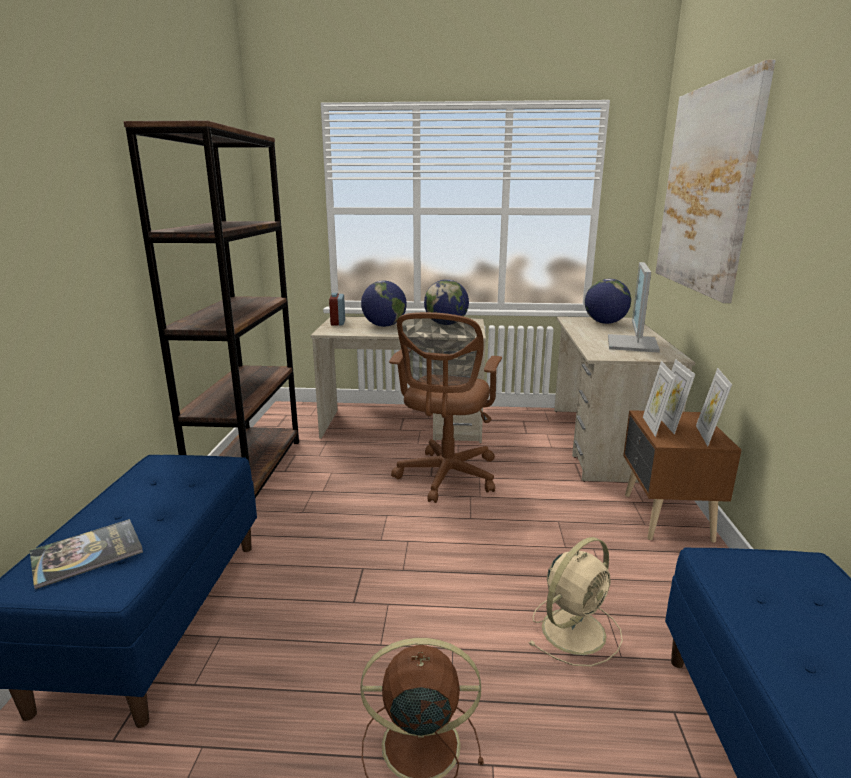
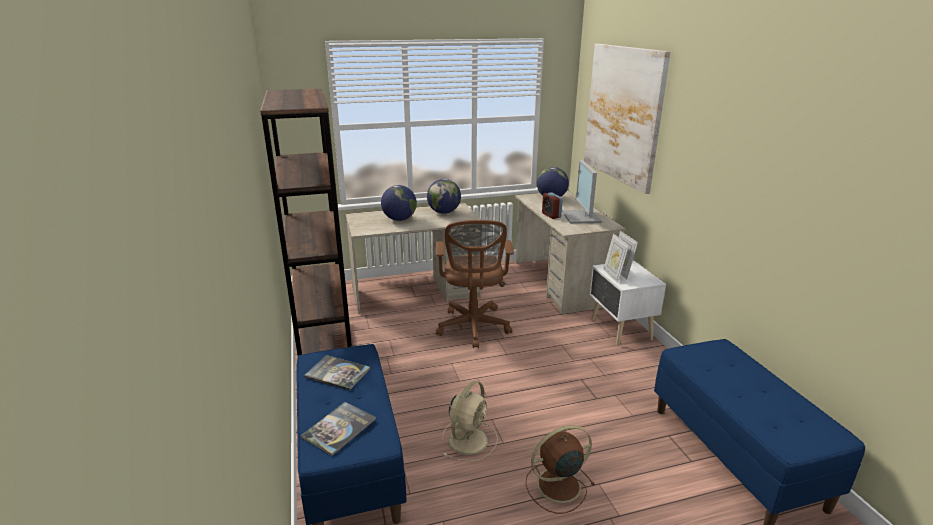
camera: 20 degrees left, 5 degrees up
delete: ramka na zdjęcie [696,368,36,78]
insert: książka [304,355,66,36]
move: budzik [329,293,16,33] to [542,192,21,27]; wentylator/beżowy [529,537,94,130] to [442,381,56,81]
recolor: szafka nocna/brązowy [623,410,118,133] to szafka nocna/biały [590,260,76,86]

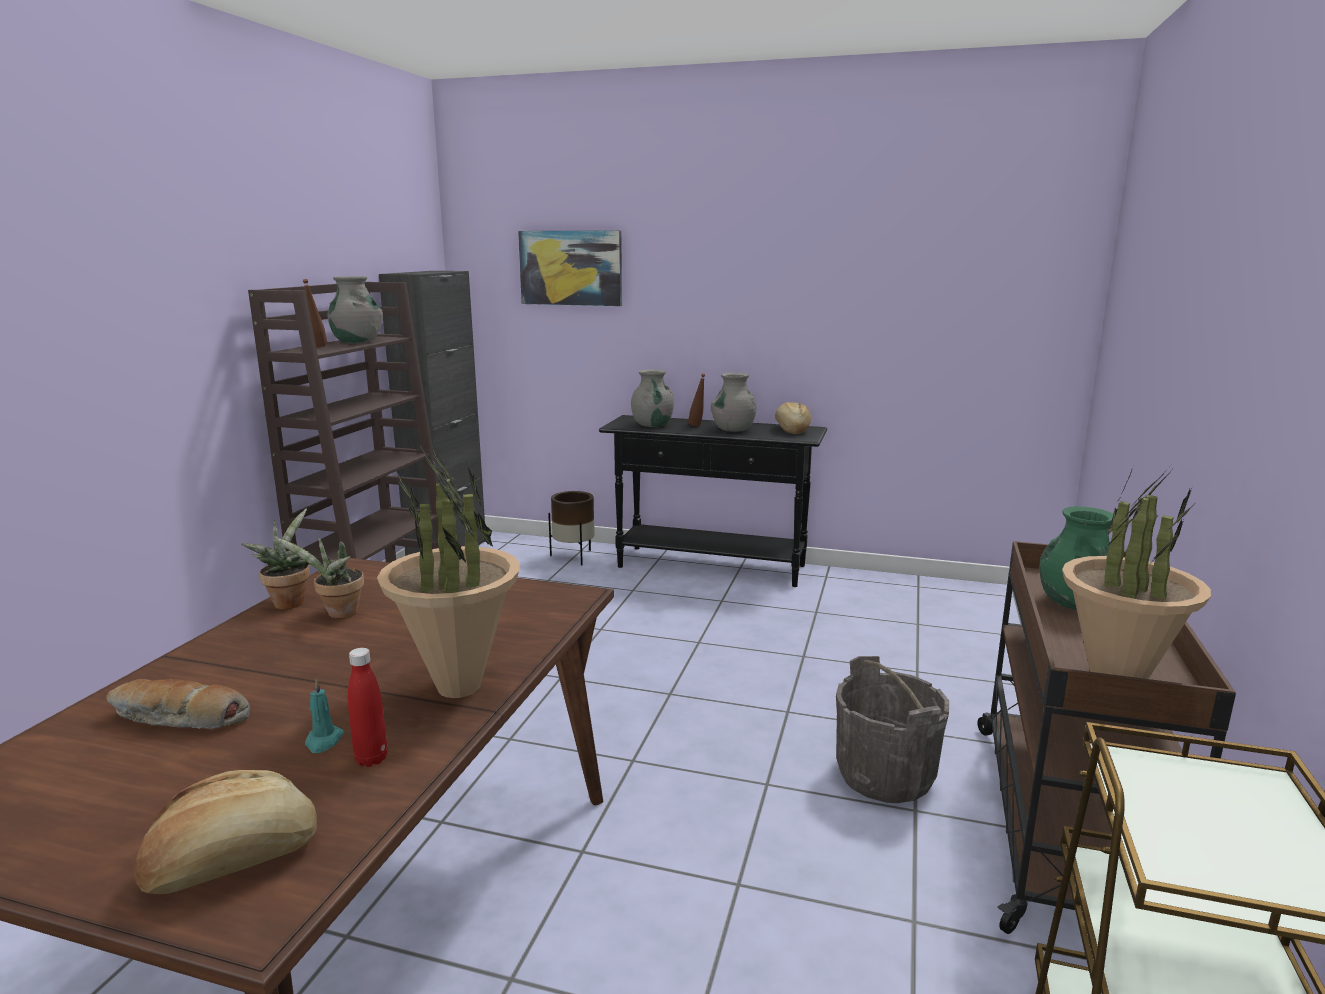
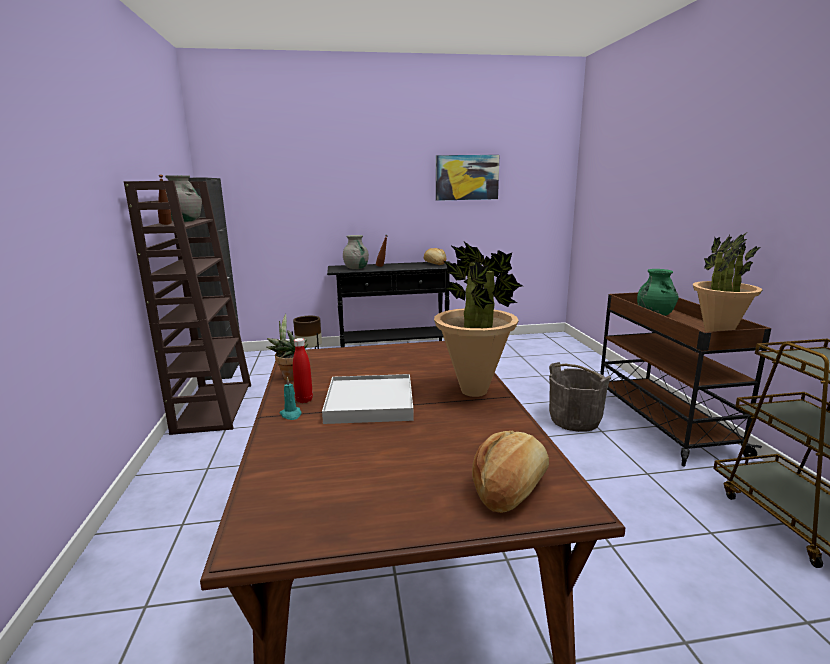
camera: 25 degrees left, 0 degrees up
delete: chleb [106,679,144,50]; roślina doniczkowa [274,537,90,81]; wazon/szary [711,373,45,59]
insert: taca/biały [322,374,92,50]
move: świeca/turkusowy [305,679,39,74] to [279,377,22,43]; butelka/czerwony [348,648,40,119] to [293,338,20,65]; obraz [518,230,104,76] to [436,155,63,46]

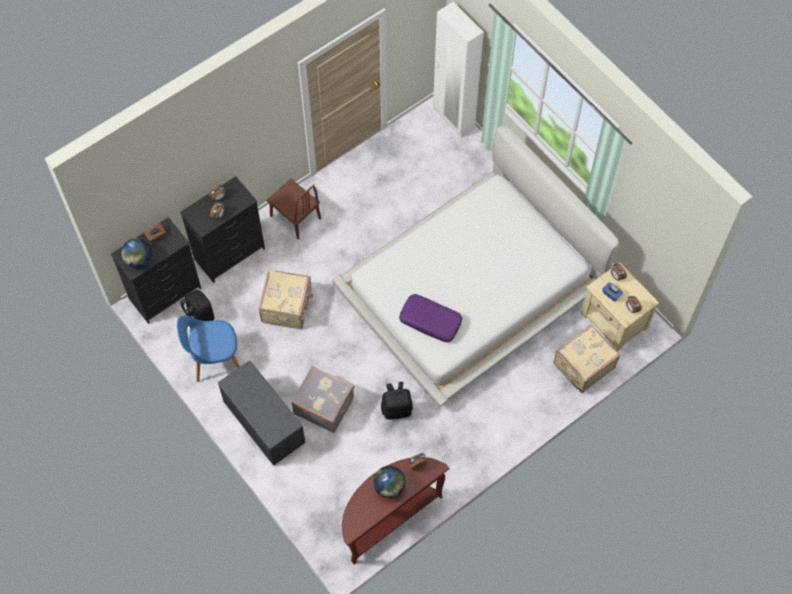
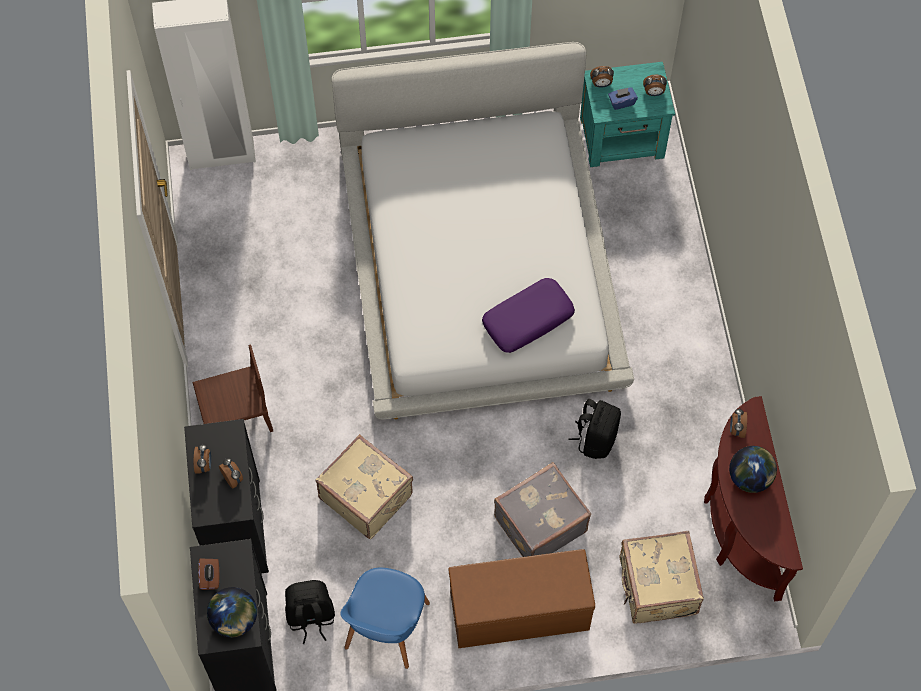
camera: 60 degrees left, 0 degrees up
move: walizka/beżowy [554,324,66,69] to [619,531,85,93]
recolor: ławka/szary [218,361,87,105] to ławka/brązowy [448,549,147,99]; szafka nocna/beżowy [581,262,78,89] to szafka nocna/turkusowy [580,62,95,105]

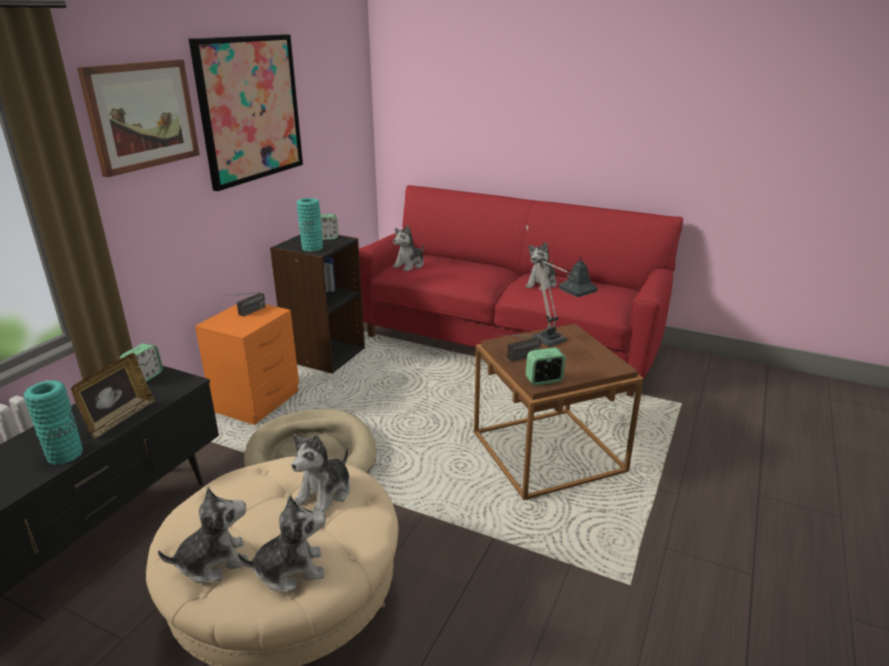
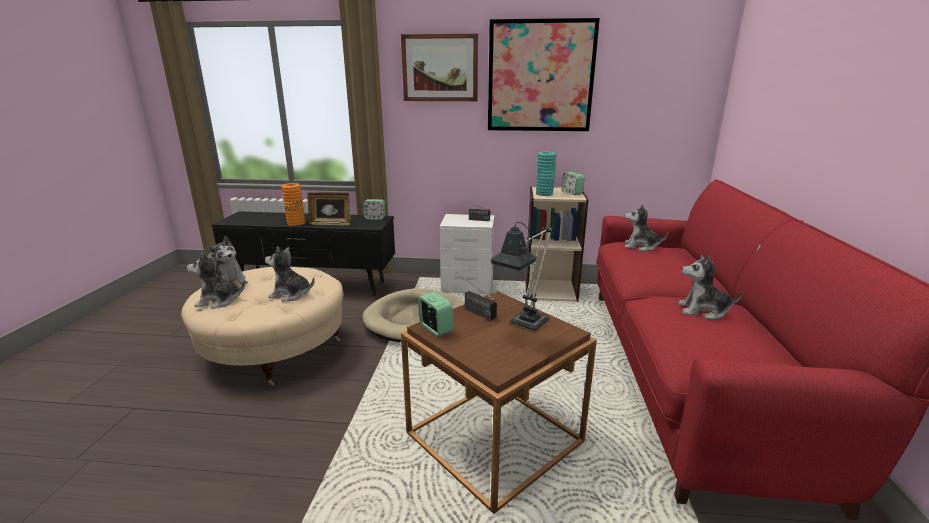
camera: 70 degrees right, 5 degrees down
recolor: wazon/turkusowy [24,381,59,84] to wazon/pomarańczowy [281,183,24,43]; szafka nocna/pomarańczowy [195,304,104,121] to szafka nocna/biały [440,214,55,80]; regał/czarny [270,235,95,138] to regał/beżowy [525,187,64,115]
rotate: pluszak [237,495,89,96] = [187,252,58,57] 120 degrees clockwise

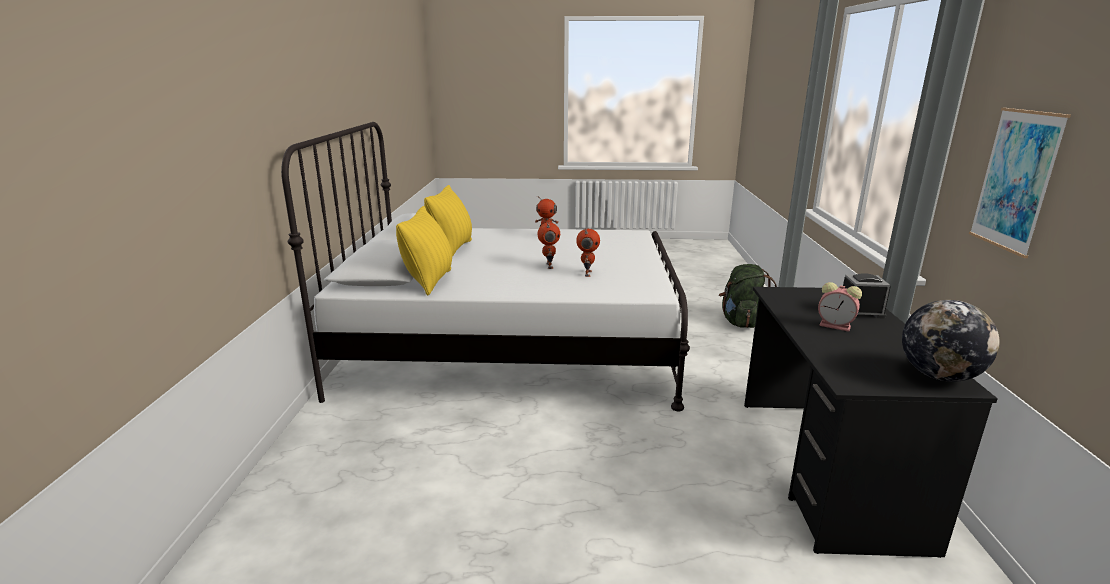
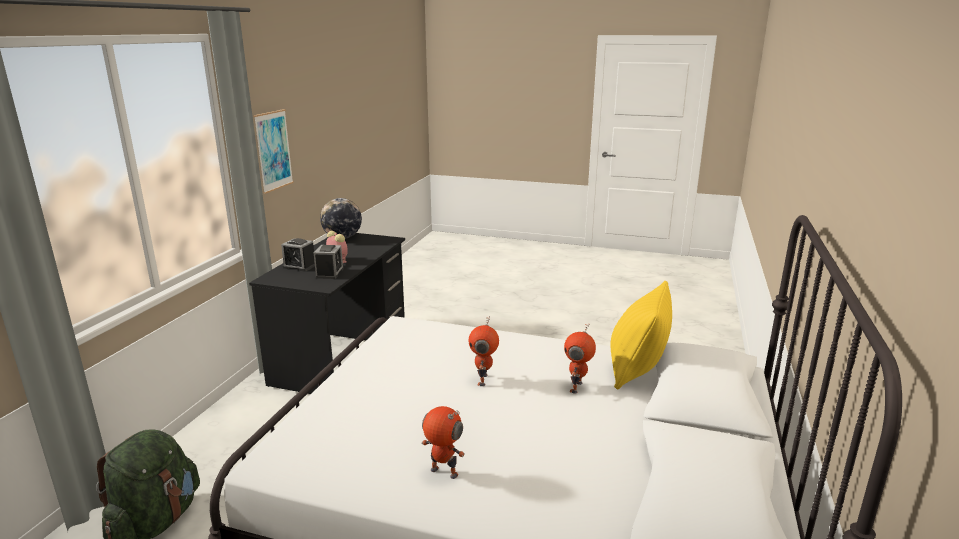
camera: 165 degrees left, 0 degrees up
delete: poduszka/żółty [424,185,48,71]
insert: budzik [314,245,30,34]
move: robot zabawkowy [576,229,24,48] to [564,324,32,70]

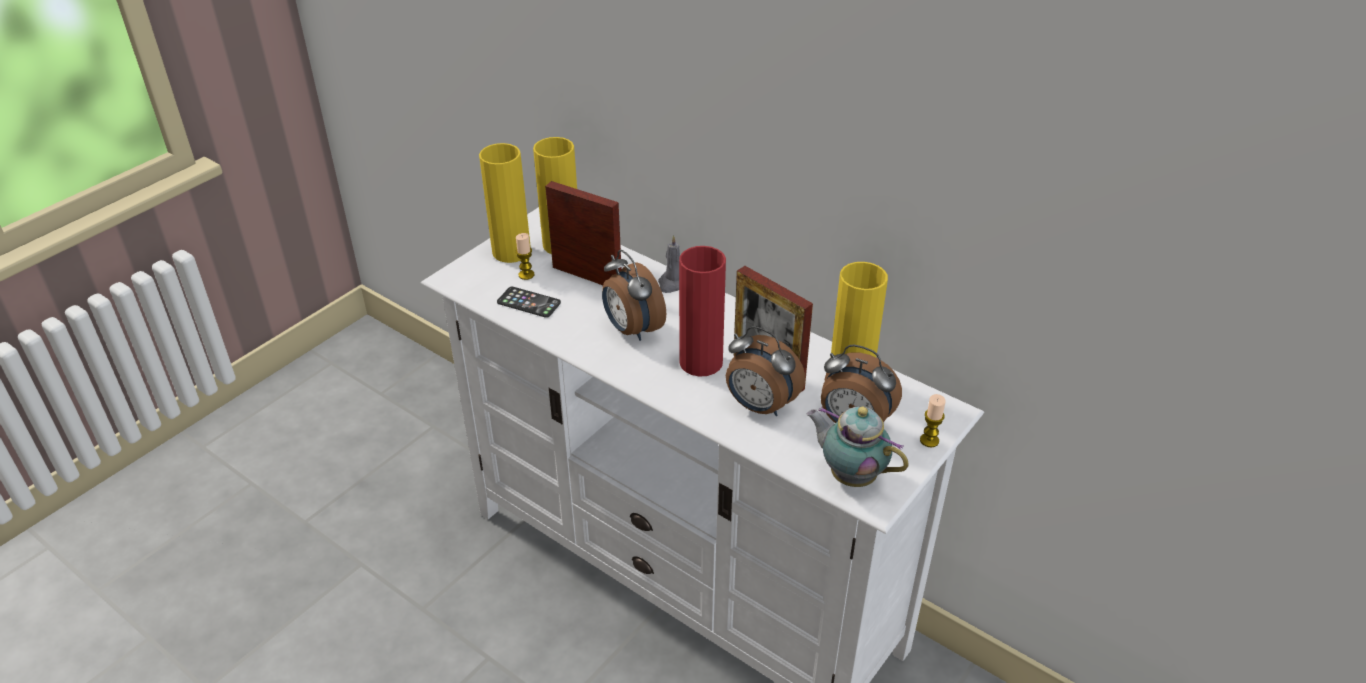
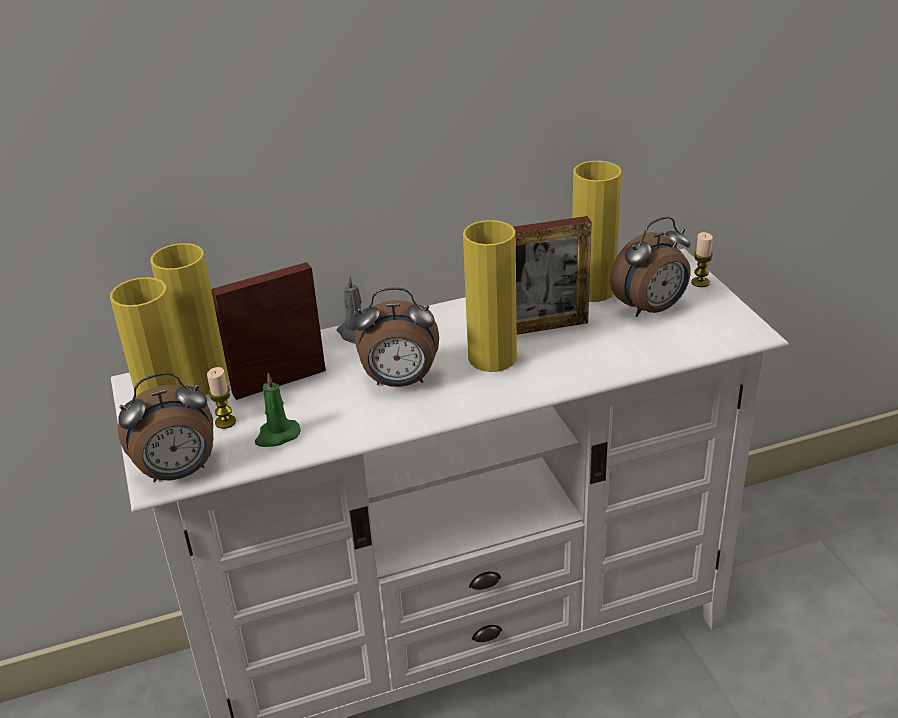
camera: 55 degrees left, 5 degrees down
delete: imbryk [806,407,103,80]
move: budzik [726,326,79,90] to [118,372,95,110]
replace: telefon [497,287,64,31] to świeca/zielony [255,373,46,74]
recolor: wazon/czerwony [679,246,47,131] to wazon/żółty [463,220,54,152]

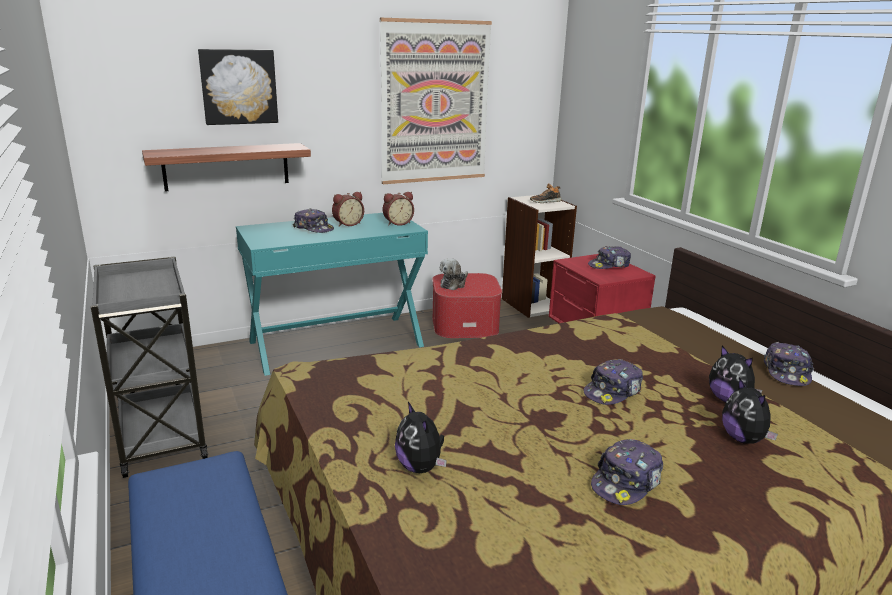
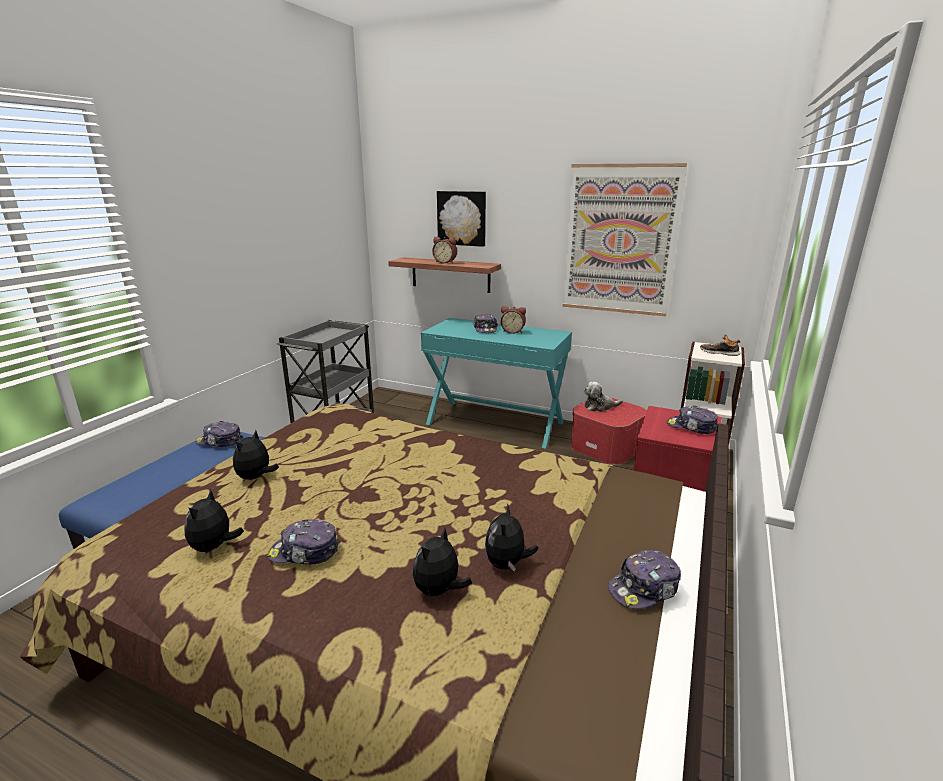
camera: 50 degrees right, 0 degrees up
insert: pluszak [184,489,60,63]
move: budzik [383,192,31,34] to [432,237,25,27]; czapka z daszkiem [584,359,59,46] to [195,421,48,26]

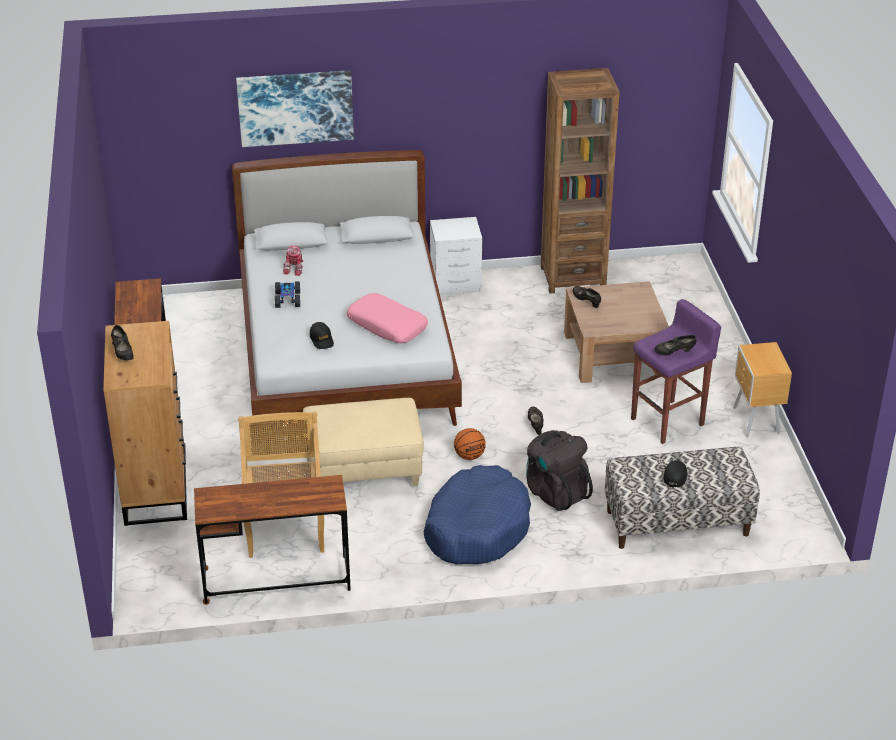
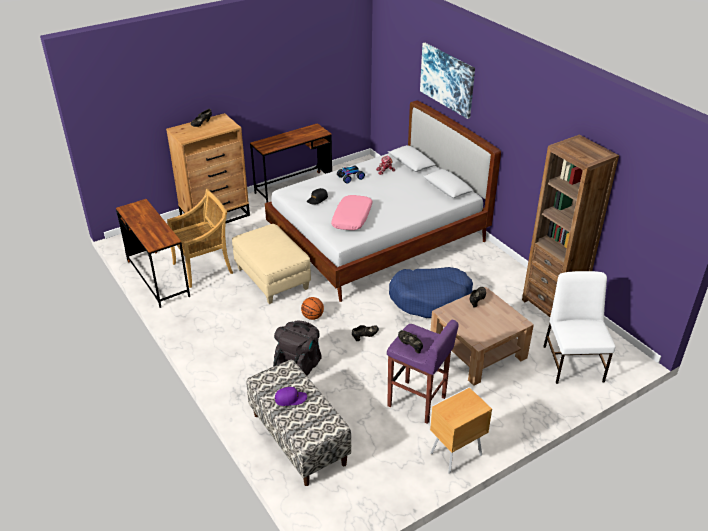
camera: 65 degrees right, 0 degrees up
delete: szafka nocna/biały [430,217,52,78]
insert: krzesło/biały [543,271,73,113]
move: legowisko/niebieski [423,465,108,99] to [389,267,84,51]
recolor: czapka z daszkiem/czarny [664,460,23,27] to czapka z daszkiem/fioletowy [274,387,33,19]

